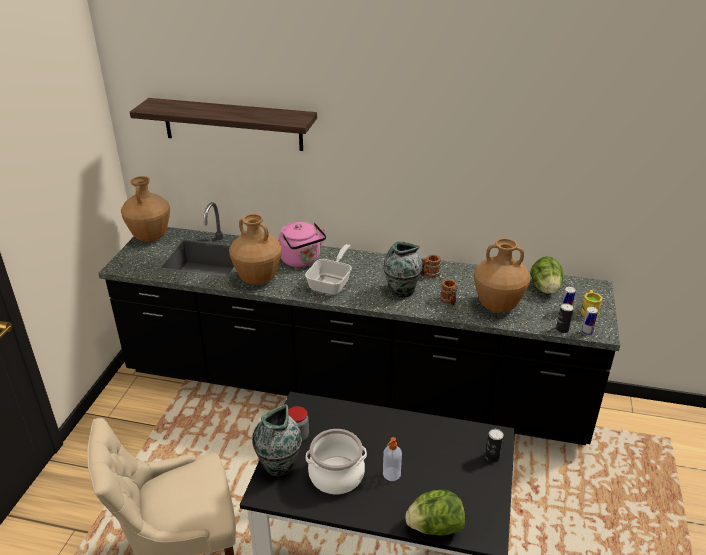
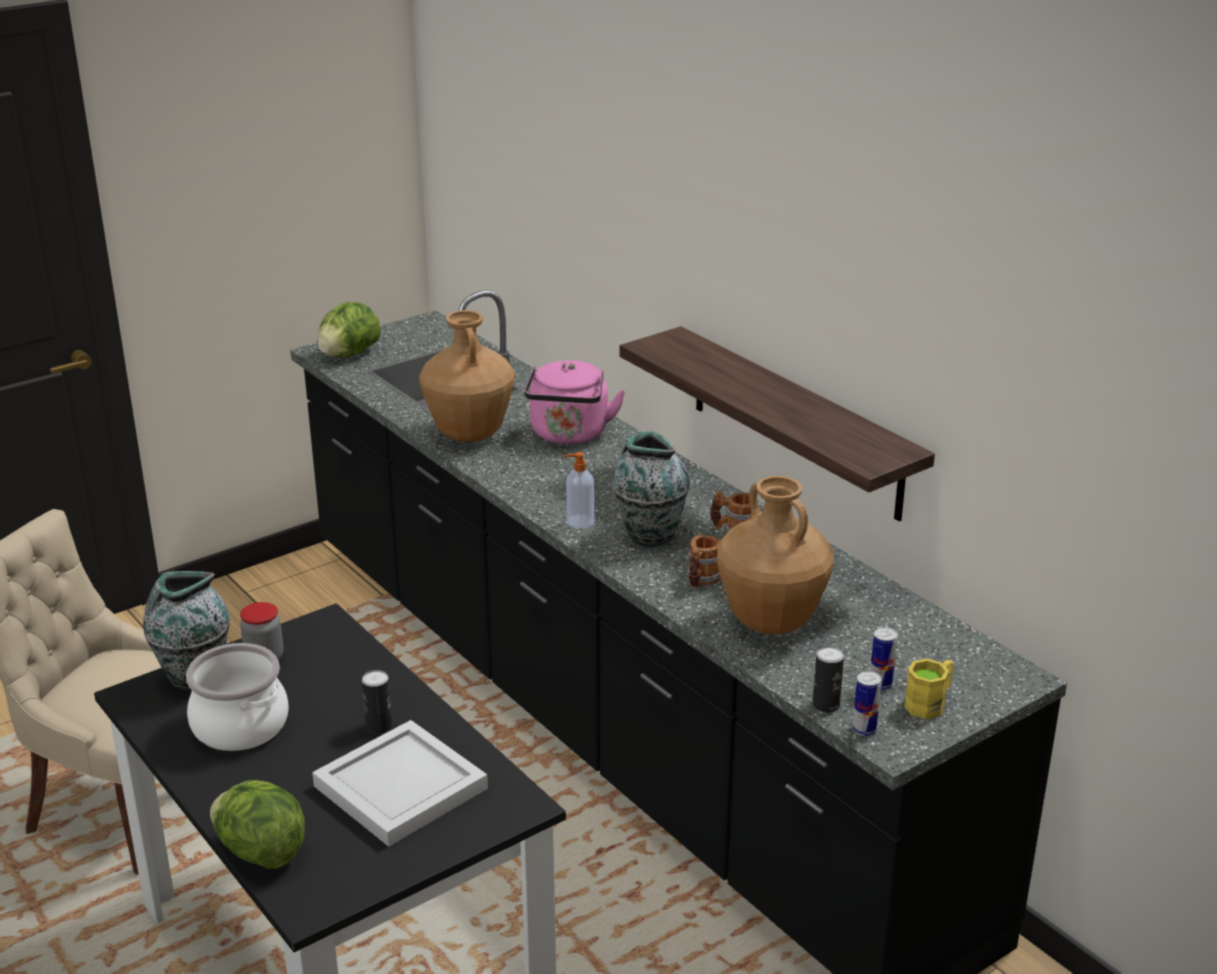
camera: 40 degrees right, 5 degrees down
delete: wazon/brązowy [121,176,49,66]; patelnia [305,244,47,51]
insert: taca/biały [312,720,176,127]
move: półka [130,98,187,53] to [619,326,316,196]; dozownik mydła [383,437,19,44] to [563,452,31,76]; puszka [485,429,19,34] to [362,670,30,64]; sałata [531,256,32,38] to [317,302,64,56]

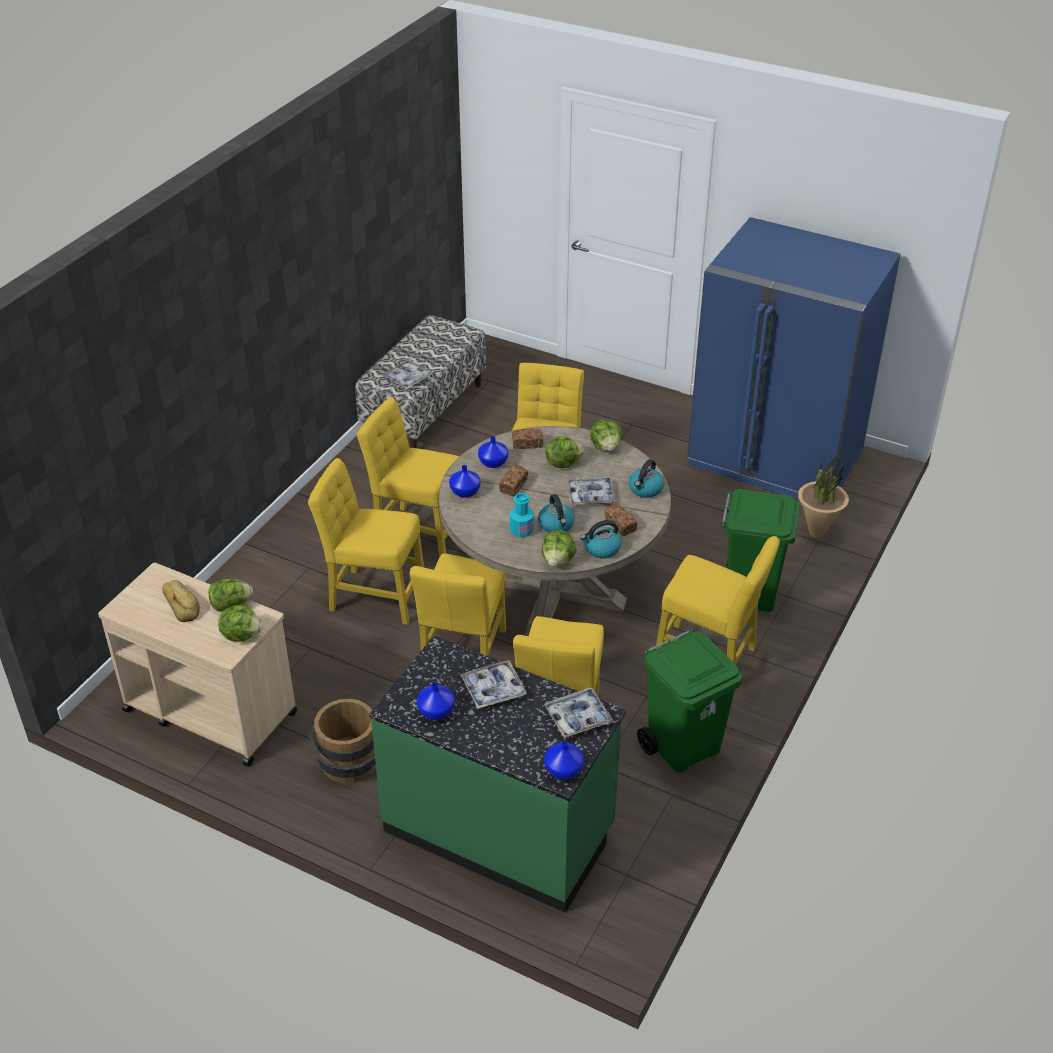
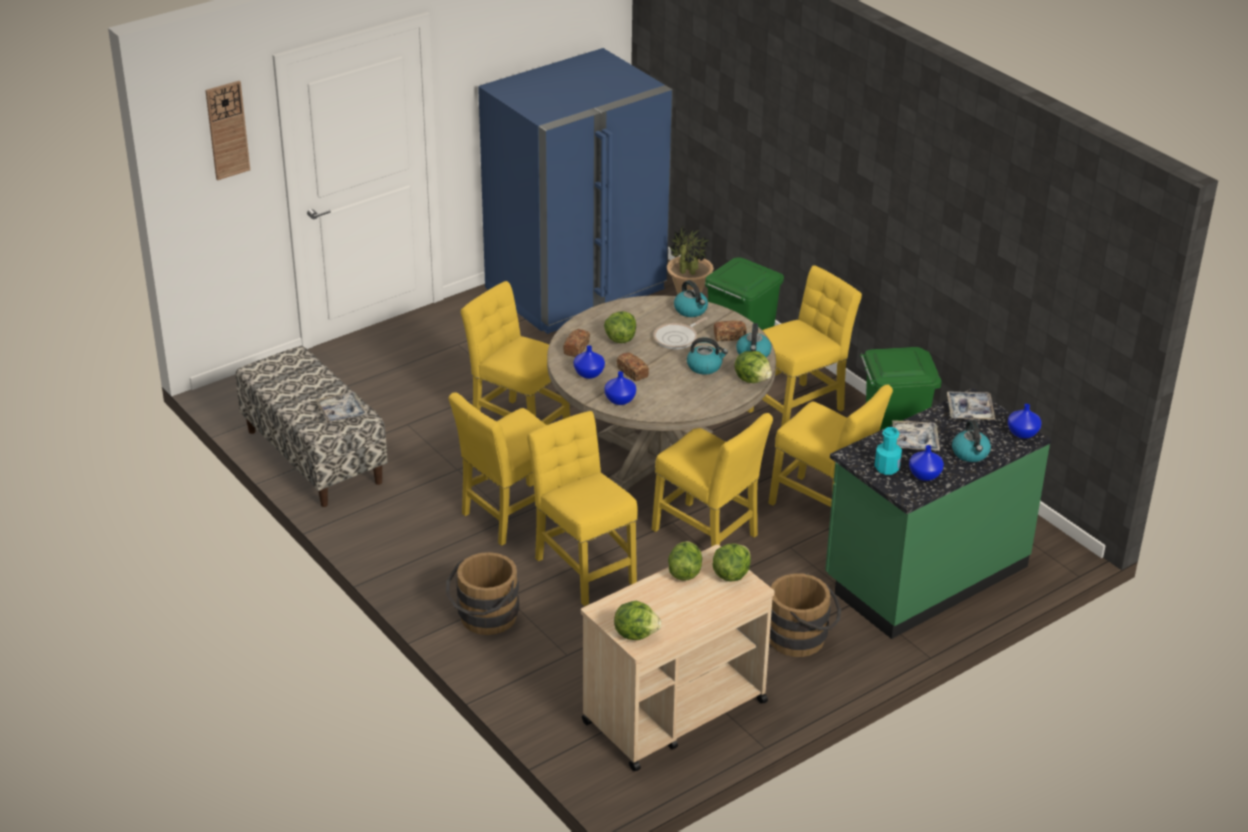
camera: 65 degrees left, 5 degrees down
delete: chleb [162,580,38,42]
insert: zegar ścienny [205,81,45,99]; wiadro/brązowy [446,552,73,83]; czajnik [952,420,39,42]
move: butelka/turkusowy [510,493,24,45] to [875,427,27,48]; sałata [590,419,32,32] to [614,601,47,39]
replace: taca [568,477,47,27] to patelnia [653,317,55,33]
rotate: krzesło/żółty [308,458,116,167] = [527,411,111,195] 105 degrees clockwise

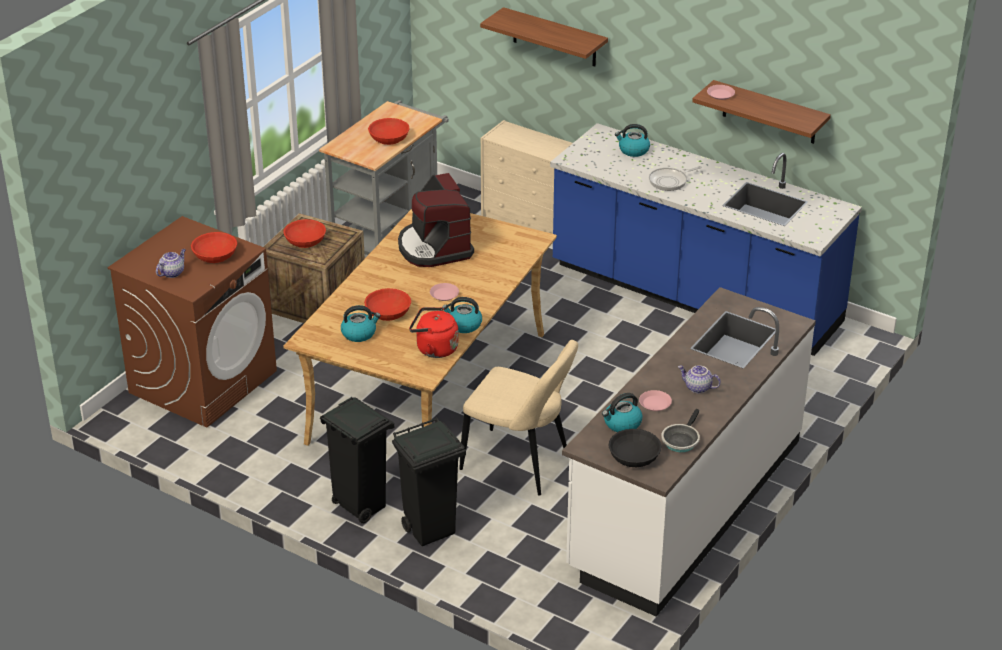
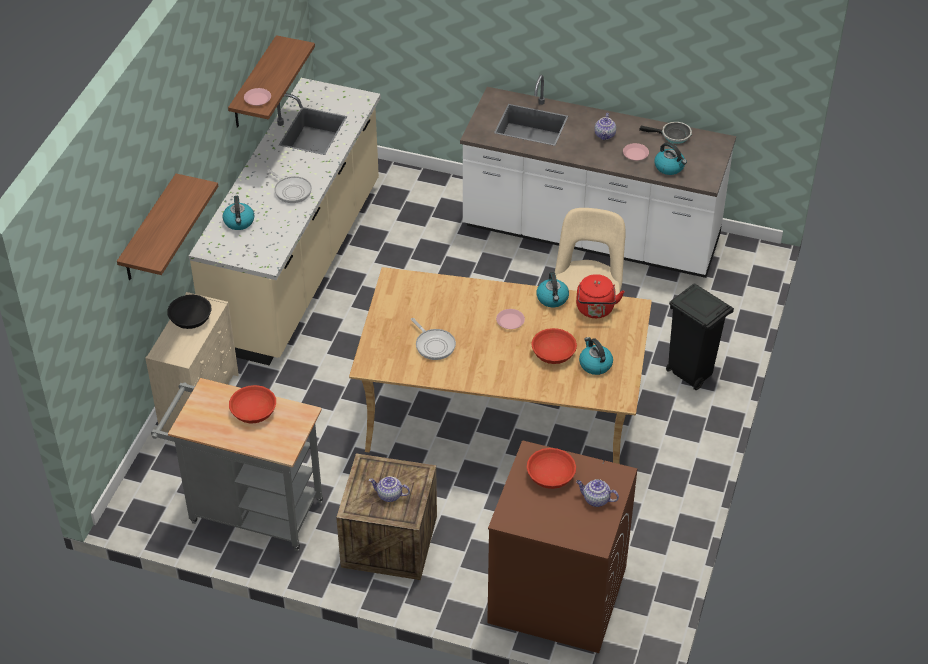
camera: 105 degrees left, 10 degrees up
delete: kosz na śmieci/czarny [320,397,74,127]
move: miska/czarny [608,429,54,38] to [167,295,44,34]
replace: miska/czerwony [283,219,43,29] to imbryk [369,476,41,26]; ekspres do kawy [398,173,76,94] to patelnia [411,318,45,42]
recolor: zabudowa kuchenna/niebieski [550,123,312,233] to zabudowa kuchenna/beżowy [189,78,192,287]

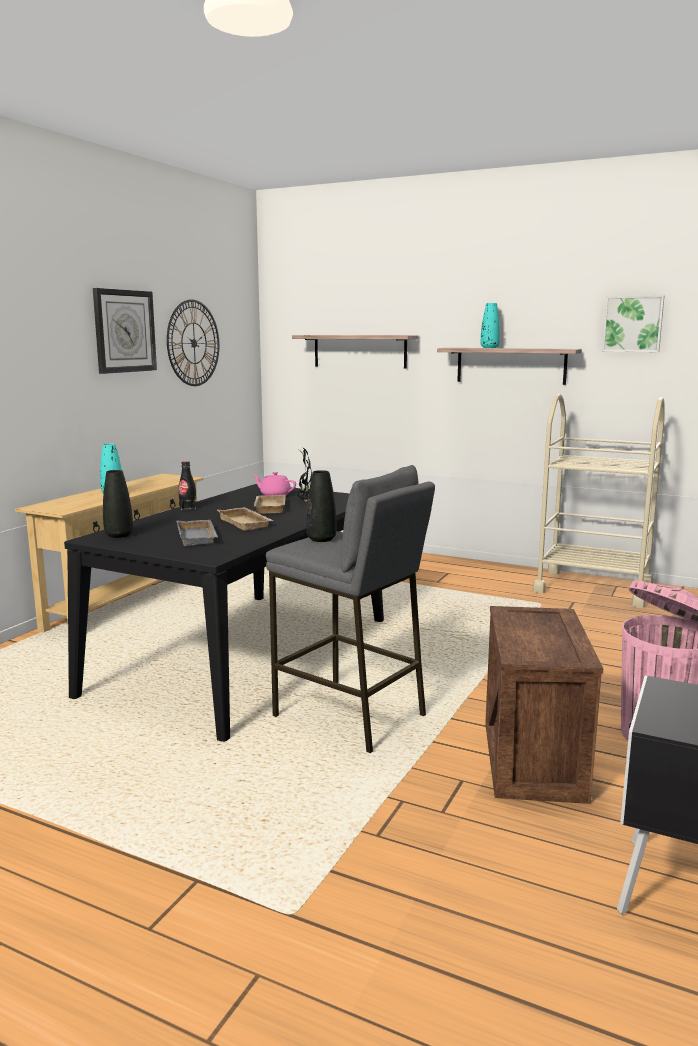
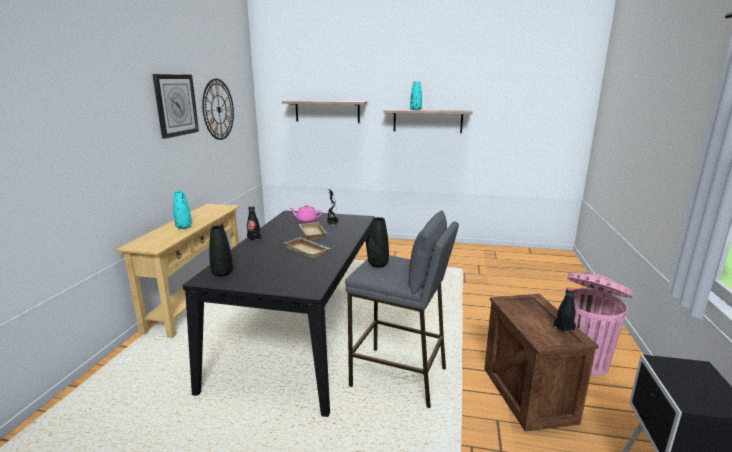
camera: 15 degrees left, 5 degrees up
delete: taca/szary [177,520,41,26]; wózek/beżowy [533,394,131,214]; obraz [602,295,62,57]
insert: butelka/czarny [553,288,23,46]

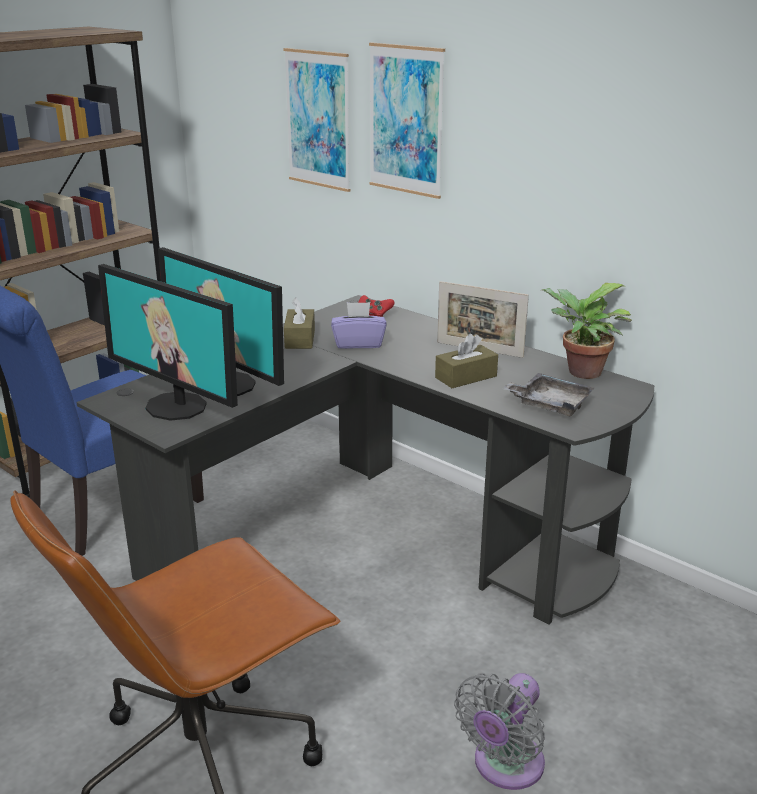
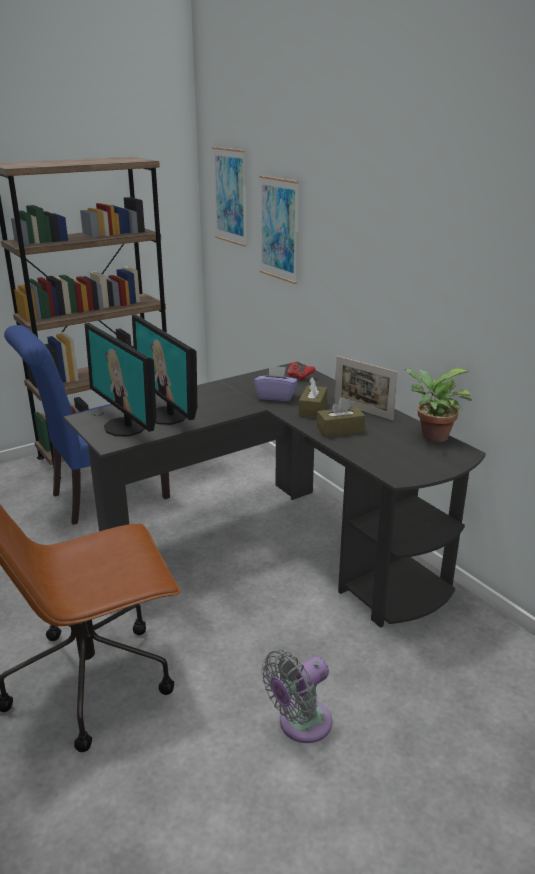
camera: 15 degrees right, 0 degrees up
delete: taca/szary [502,373,92,43]
move: pudełko chusteczek/brązowy [284,298,31,51] to [299,377,28,41]; obraz [369,42,76,157] to [212,147,34,100]

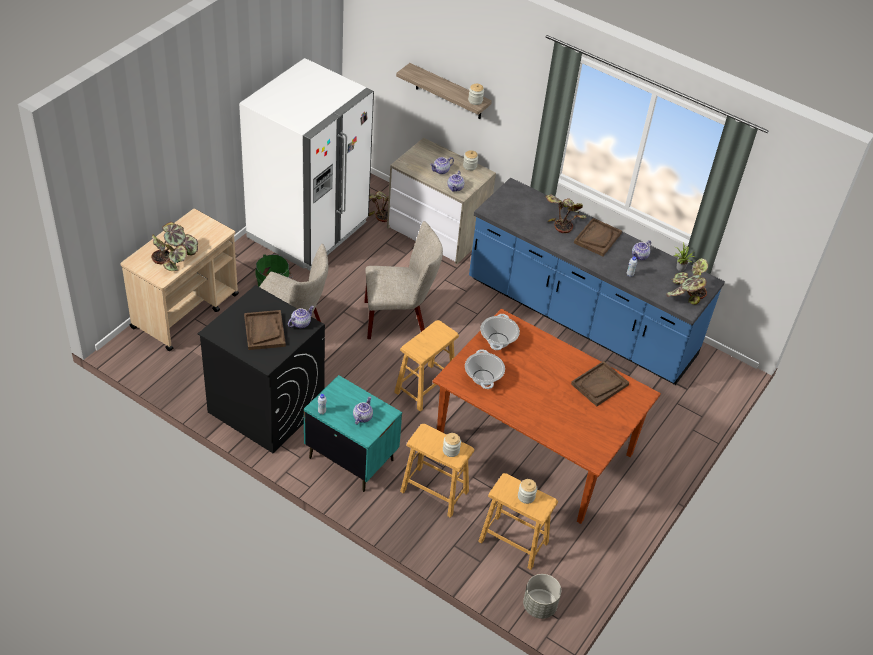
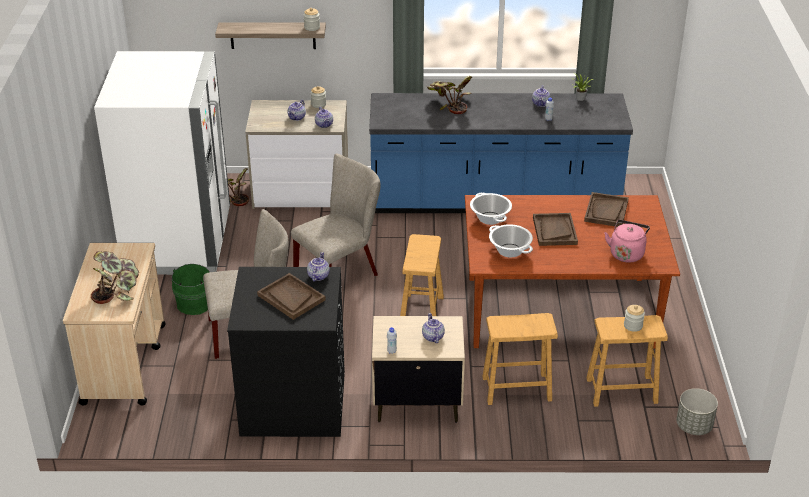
camera: 30 degrees left, 10 degrees down
delete: słoik [443,433,18,24]; roślina doniczkowa [666,258,42,47]
insert: czajnik/różowy [604,220,46,43]
move: taca/brązowy [574,218,48,38] to [533,213,45,33]
recolor: szafka nocna/turkusowy [304,375,98,117] to szafka nocna/beżowy [372,316,93,107]

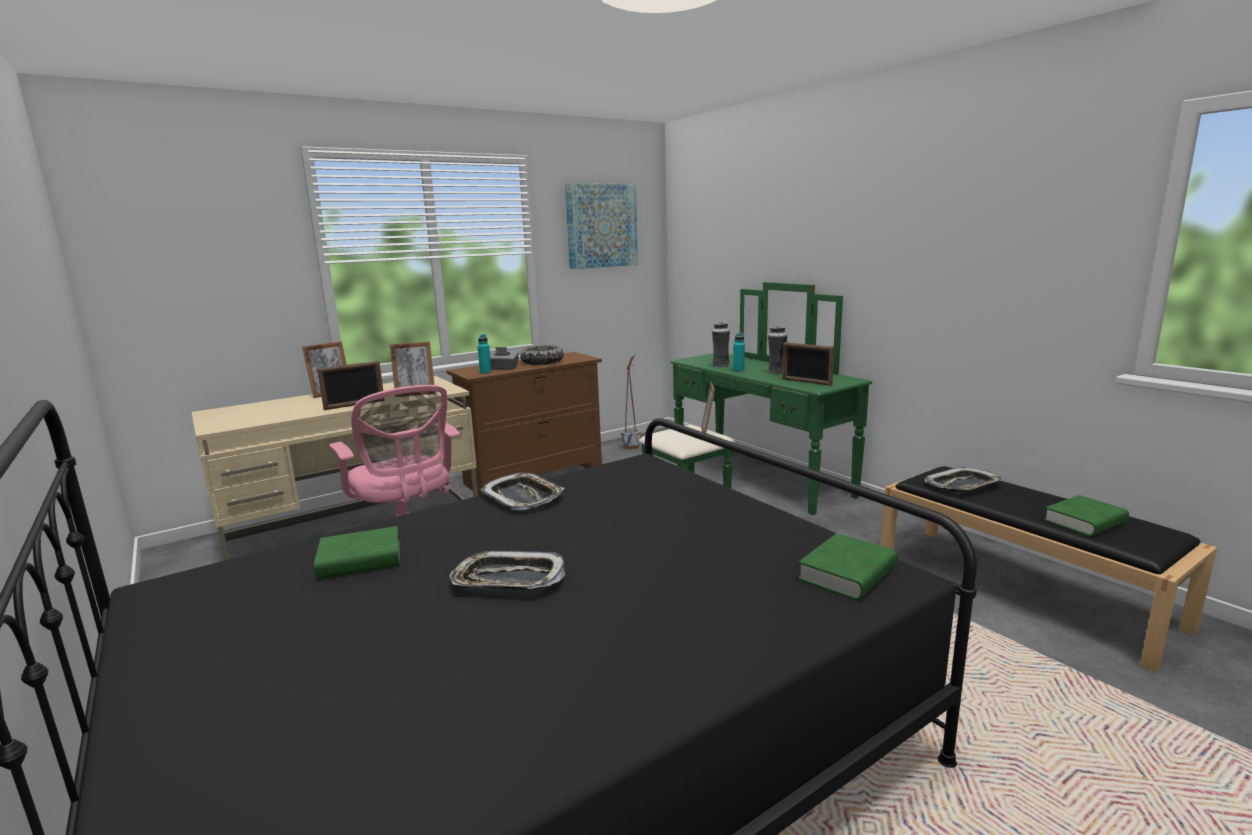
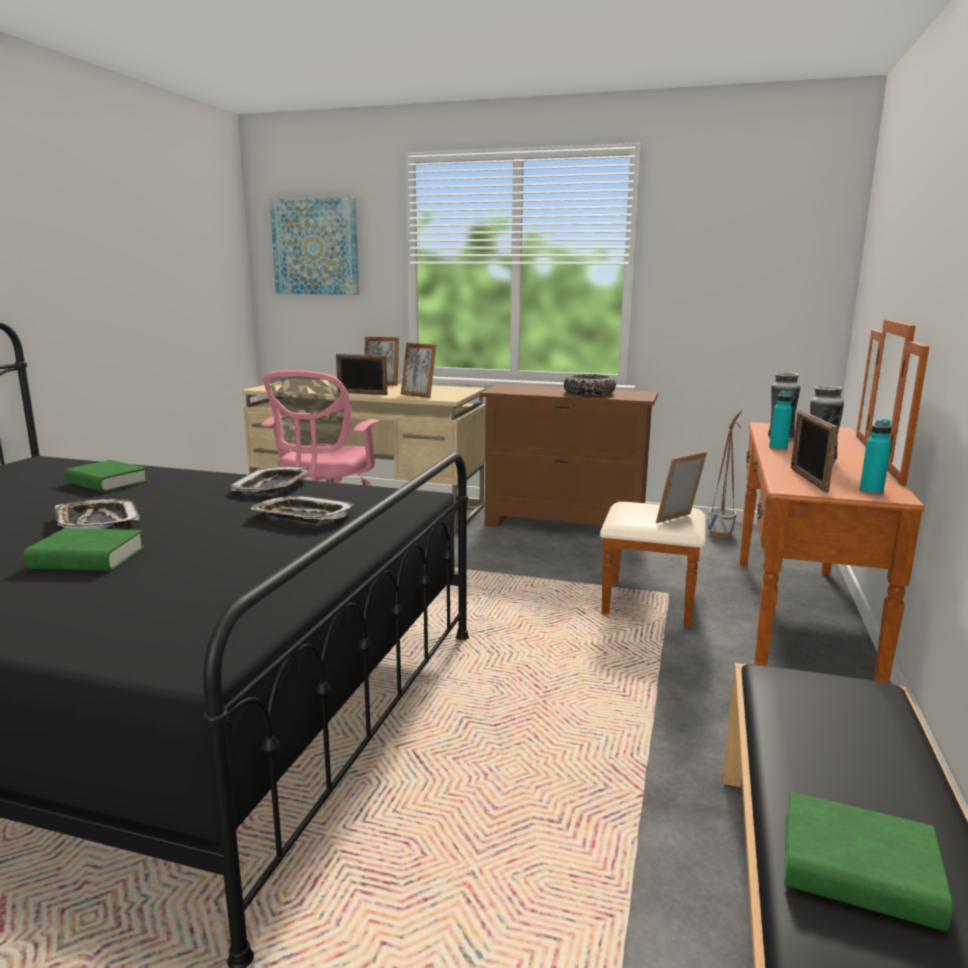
camera: 50 degrees right, 0 degrees up
delete: pudełko chusteczek/szary [490,347,29,23]
move: butelka/turkusowy [477,334,15,40] to [859,419,32,75]; obraz [565,183,73,86] to [270,197,89,98]; książka/zielony [798,533,99,68] to [23,528,121,43]; taca [924,467,78,25] to [251,496,102,27]
recolor: komoda/zielony [639,282,233,233] to komoda/brązowy [600,319,329,364]

